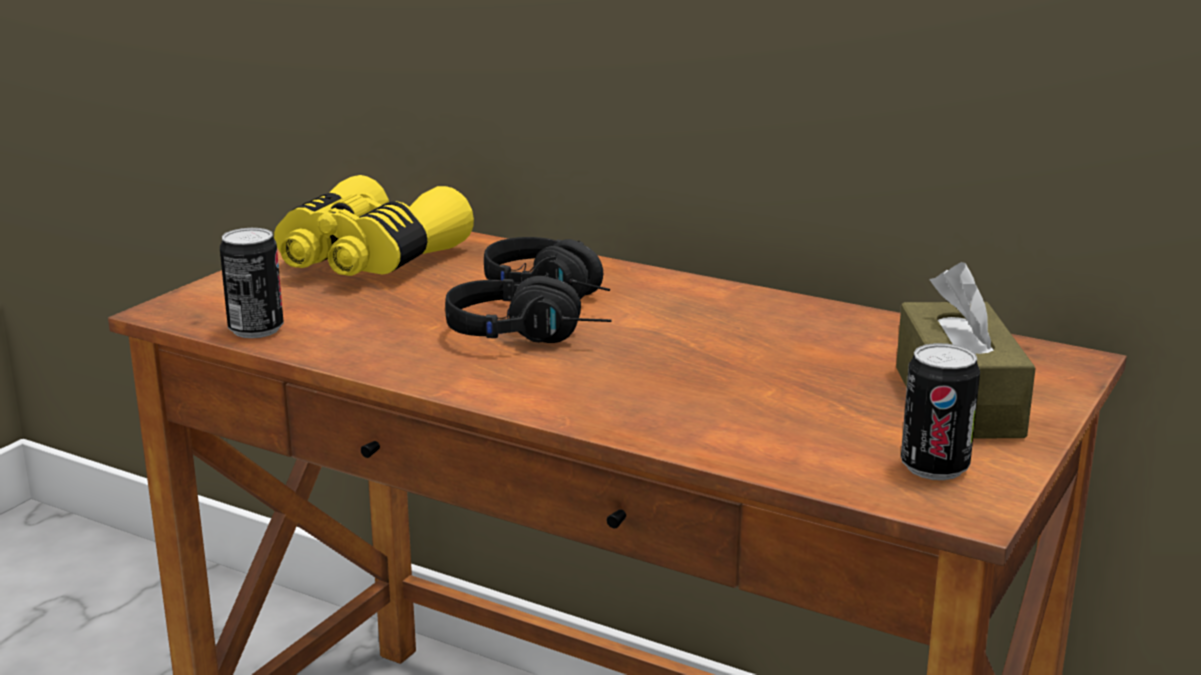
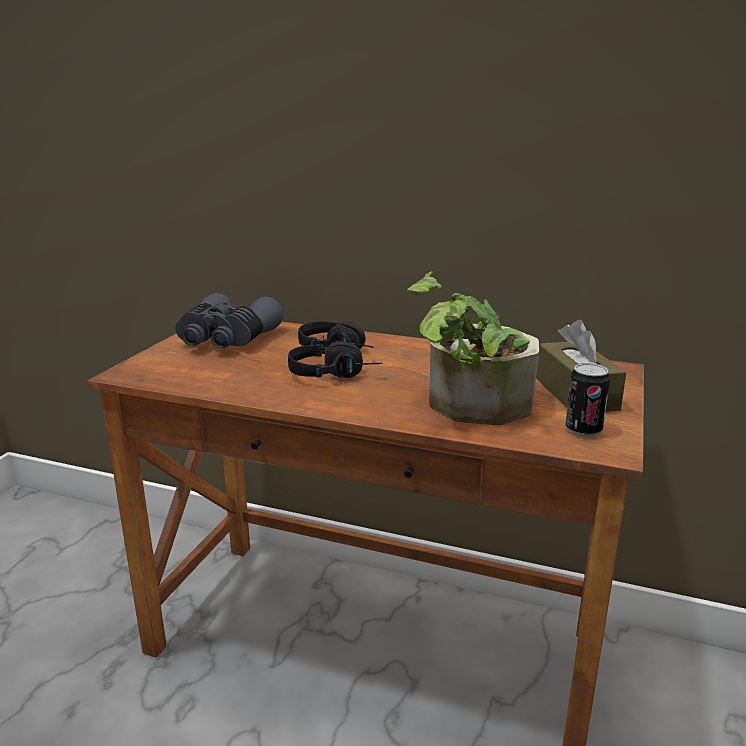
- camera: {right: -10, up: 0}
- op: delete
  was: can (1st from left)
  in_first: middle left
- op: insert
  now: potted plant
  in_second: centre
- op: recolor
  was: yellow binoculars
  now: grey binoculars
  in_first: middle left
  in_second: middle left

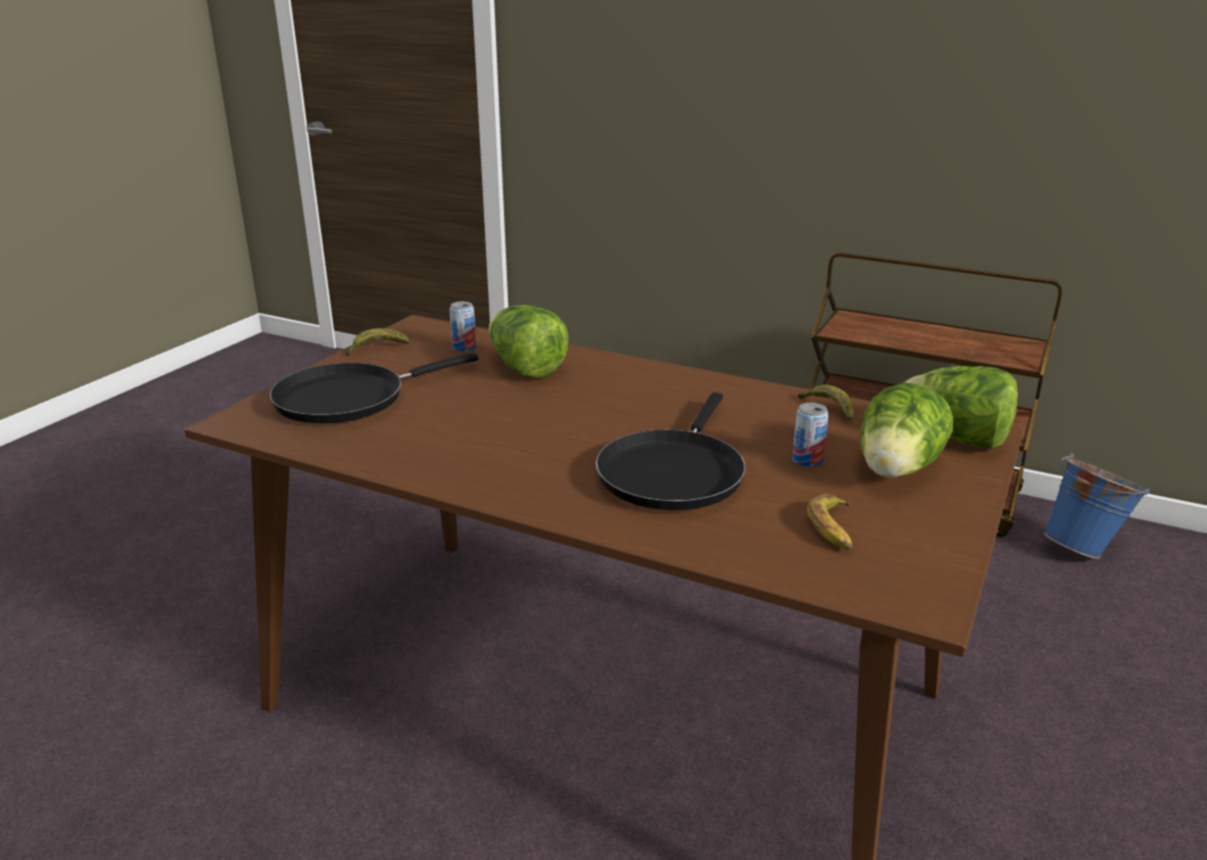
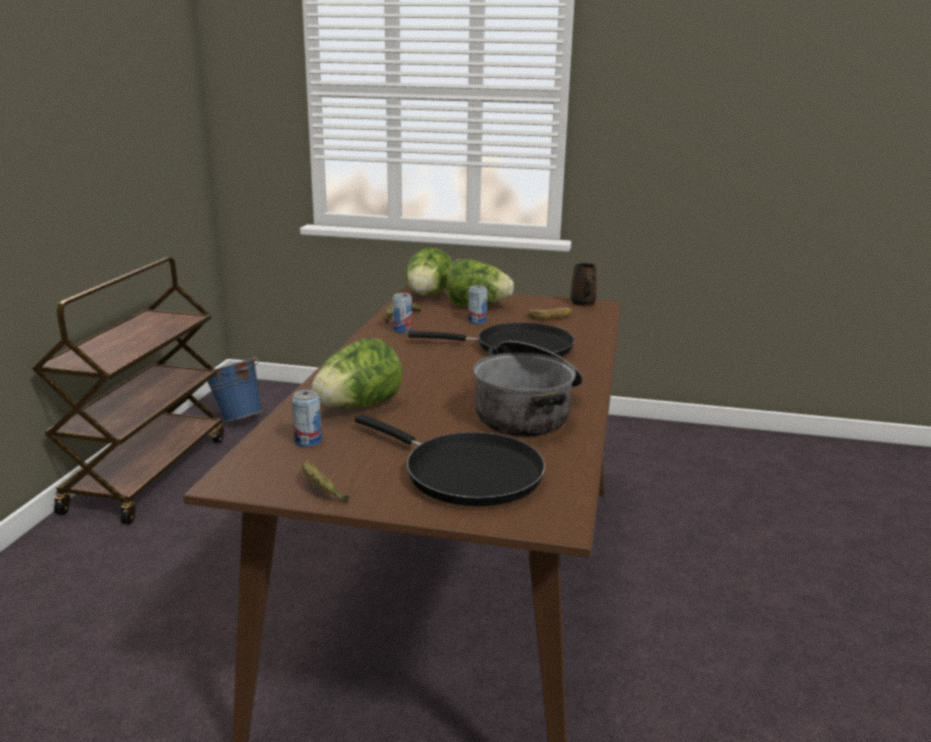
- camera: {right: -105, up: -5}
- op: insert
  now: can (2nd from left)
  in_second: centre
- op: insert
  now: cooking pot
  in_second: centre
- op: insert
  now: brown mug
  in_second: centre

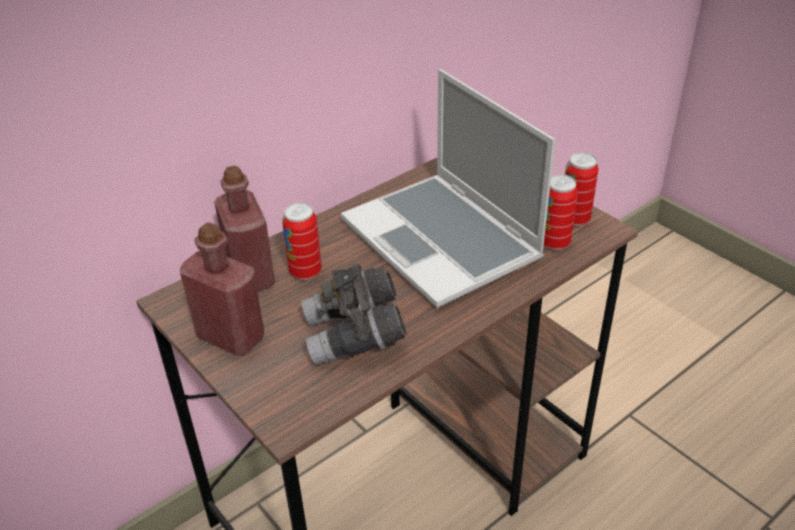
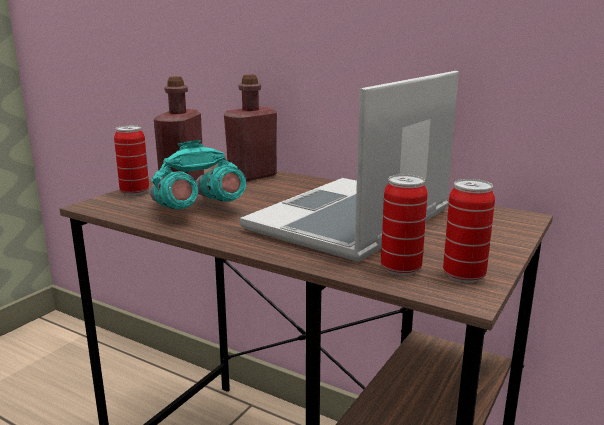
- camera: {right: 70, up: -20}
- op: move
  was: can (1st from left)
  in_first: centre
  in_second: middle left
- op: recolor
  was: grey binoculars
  now: turquoise binoculars
  in_first: centre
  in_second: middle left

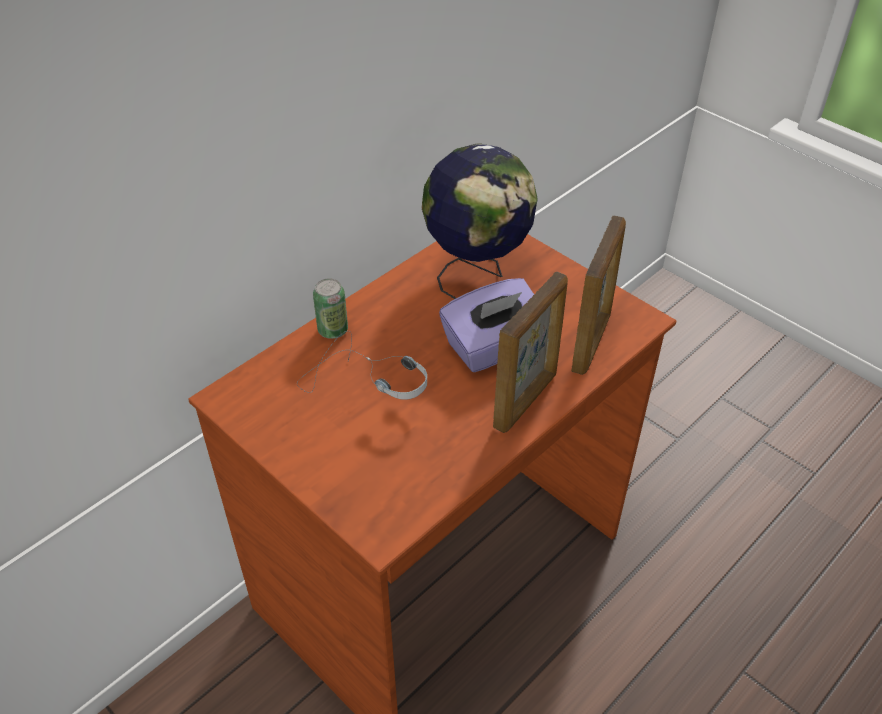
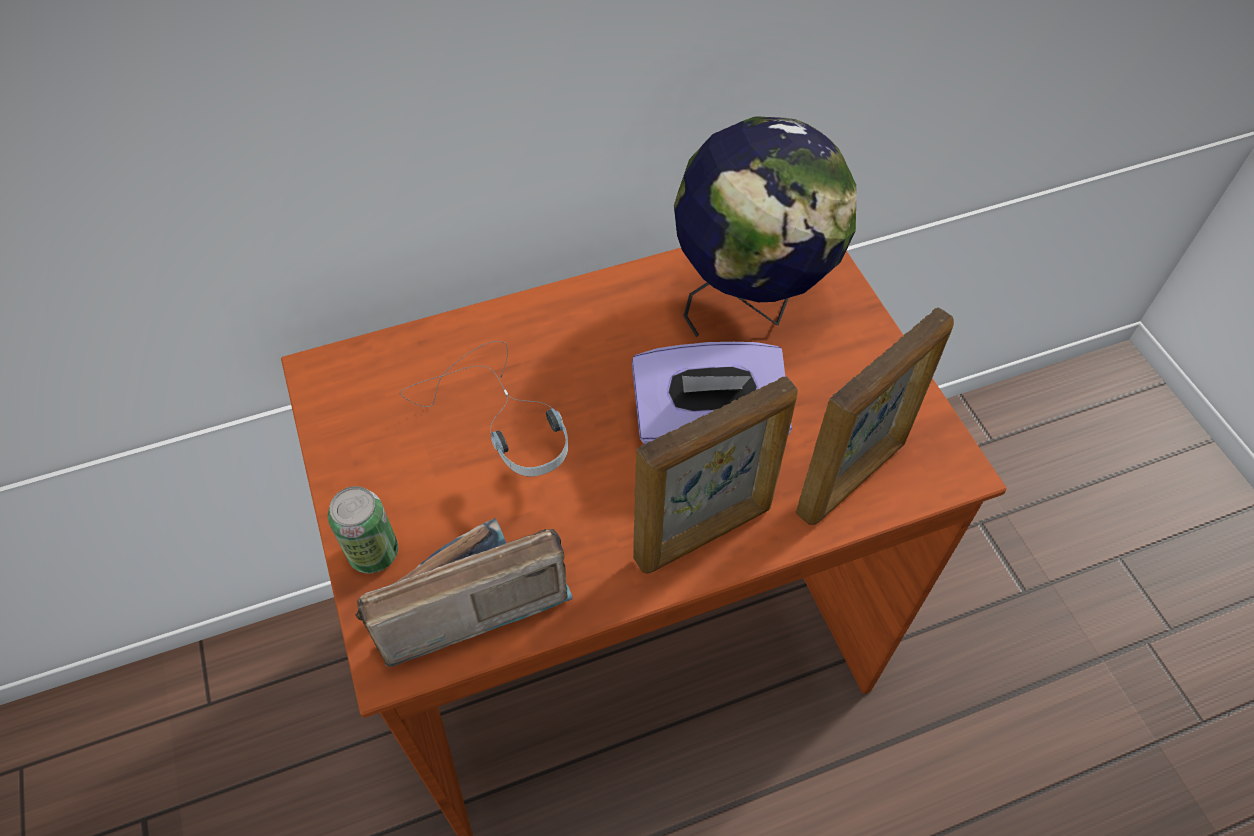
- camera: {right: 25, up: 10}
- op: insert
  now: radio
  in_second: bottom centre
- op: move
  was: can
  in_first: centre
  in_second: middle left

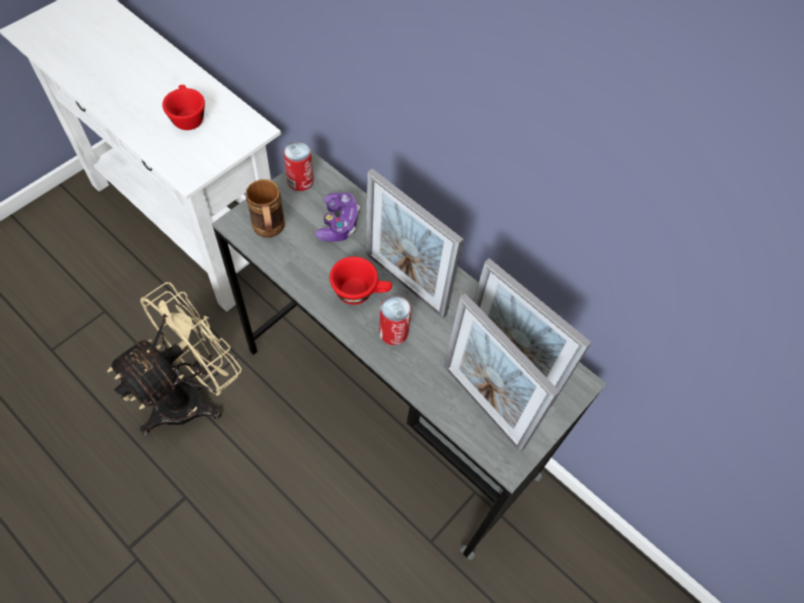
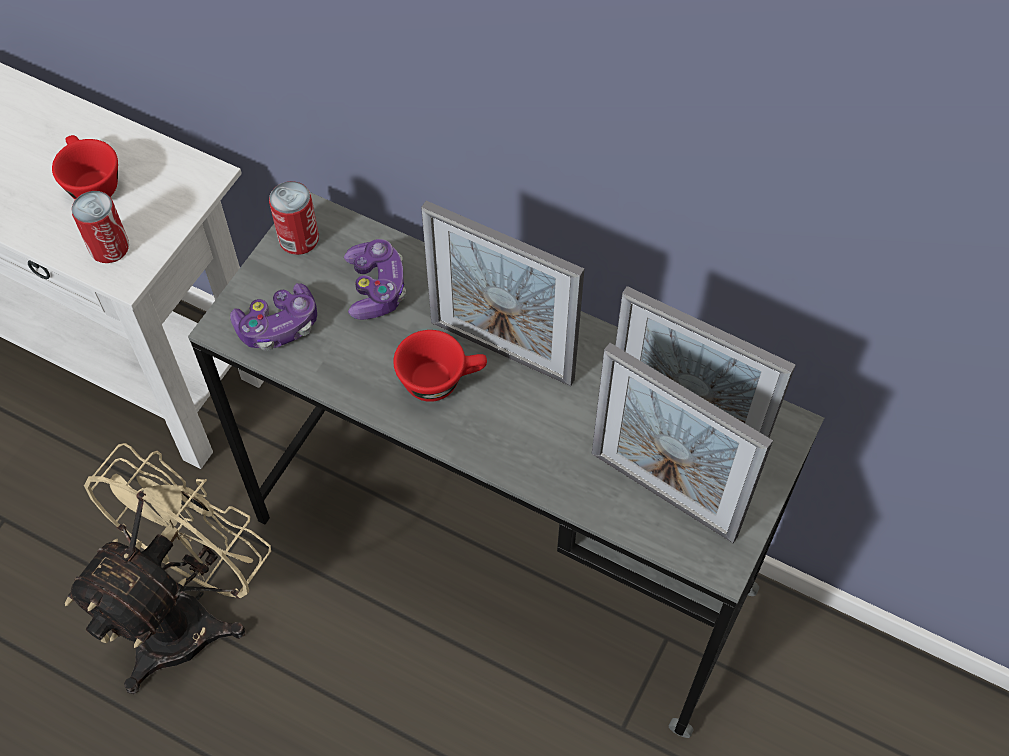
- camera: {right: -10, up: 0}
- op: move
  was: can (2nd from left in the first image)
  now: can (1st from left)
  in_first: centre
  in_second: top left
- op: replace
  was: brown mug
  now: game controller (1st from left)
  in_first: middle left
  in_second: middle left

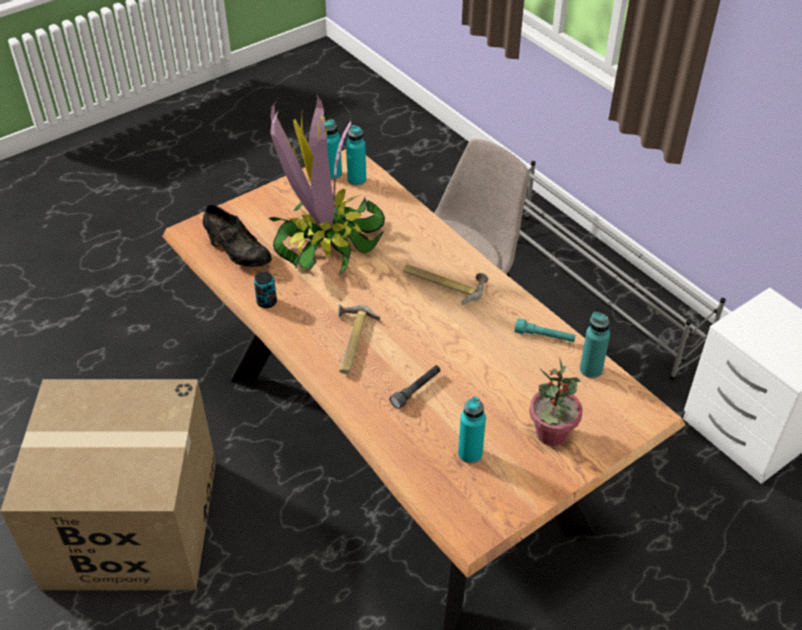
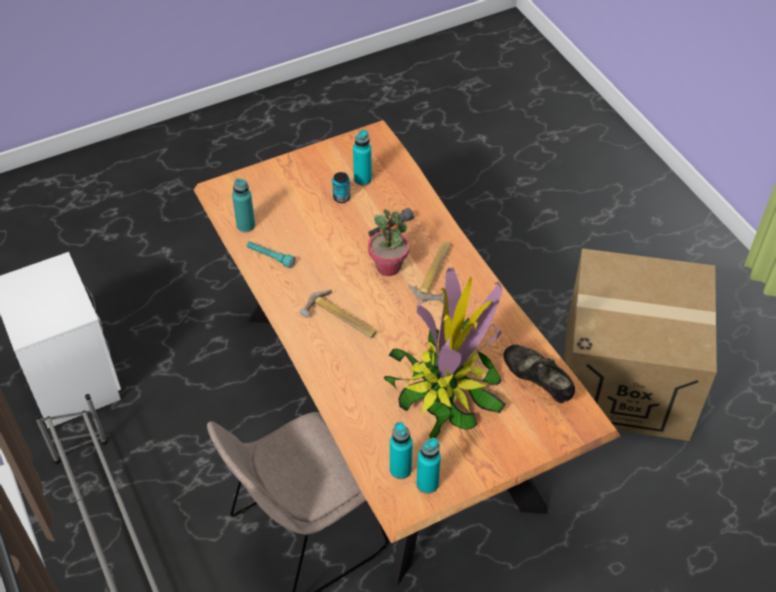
- camera: {right: -170, up: 5}
- op: move
  was: can
  in_first: middle left
  in_second: top centre
- op: move
  was: potted plant (2nd from left in the first image)
  now: potted plant (1st from left)
  in_first: middle right
  in_second: centre

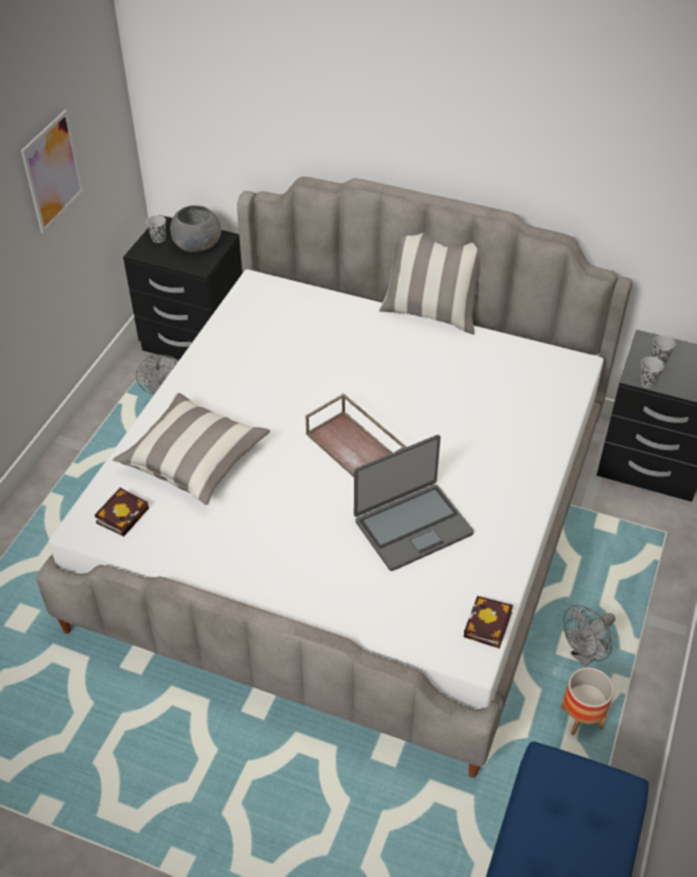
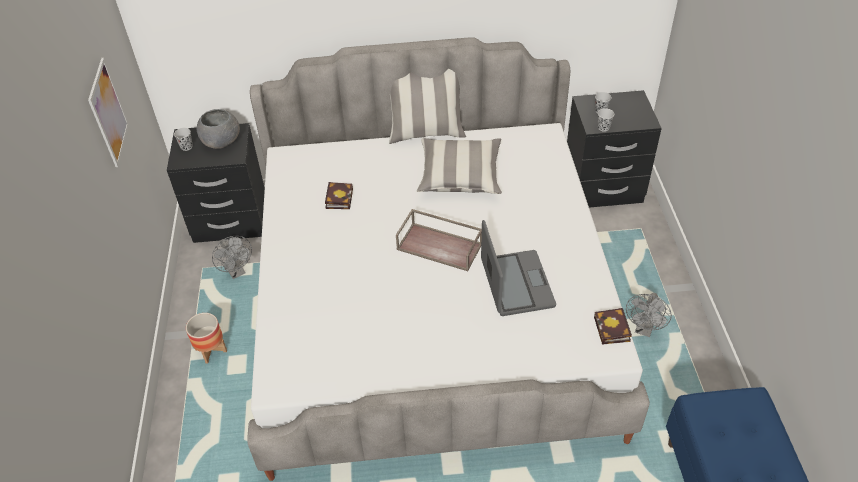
- camera: {right: -25, up: 0}
- op: move
  was: book (1st from left)
  in_first: middle left
  in_second: centre
- op: move
  was: pillow (1st from left in the first image)
  now: pillow (2nd from left)
  in_first: middle left
  in_second: centre
- op: move
  was: planter
  in_first: bottom right
  in_second: bottom left
- op: rotate
  was: laptop
  in_first: centre
  in_second: centre
  clockwise: -45

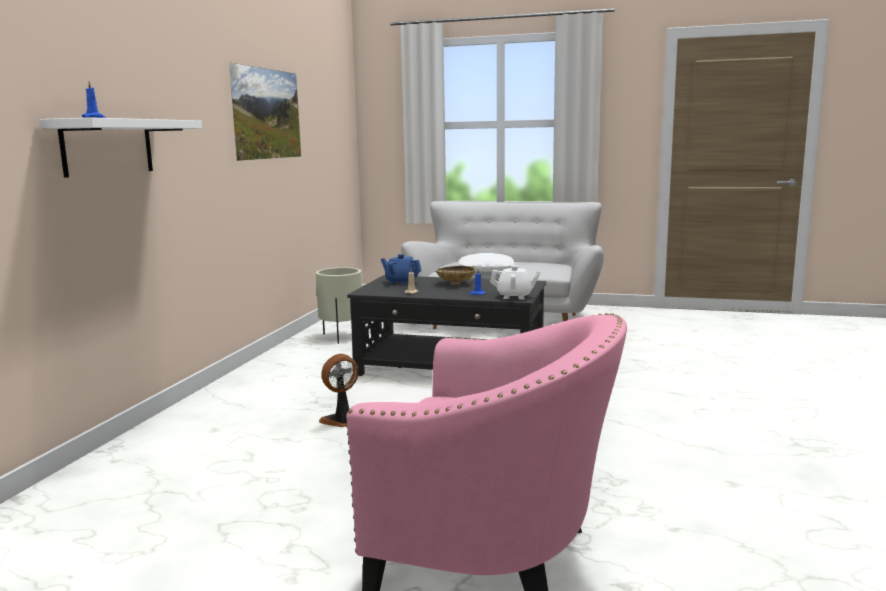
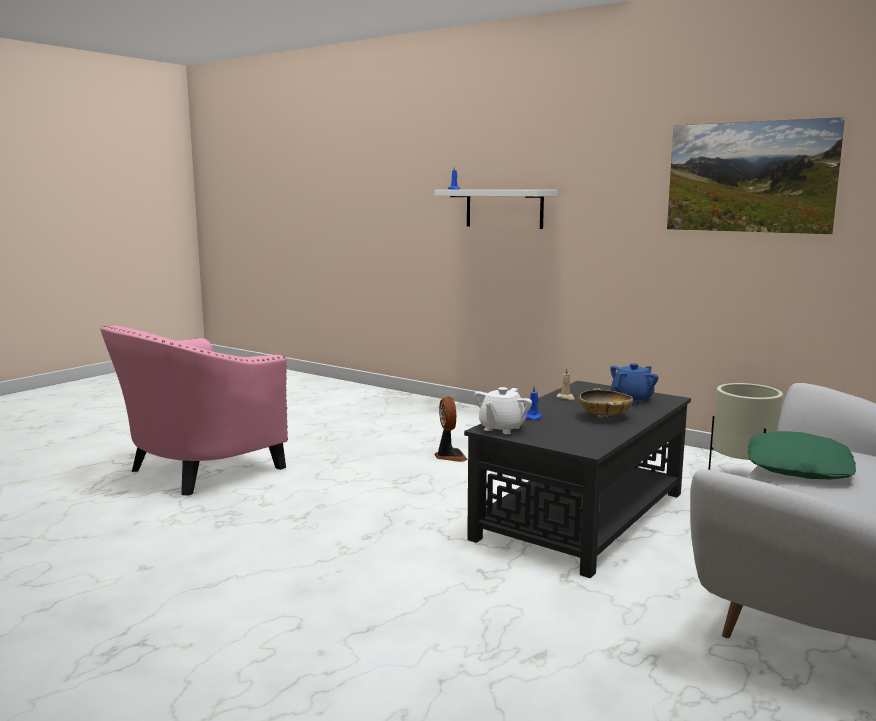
- camera: {right: 110, up: 0}
- op: recolor
  was: white pillow
  now: green pillow
  in_first: centre
  in_second: middle right

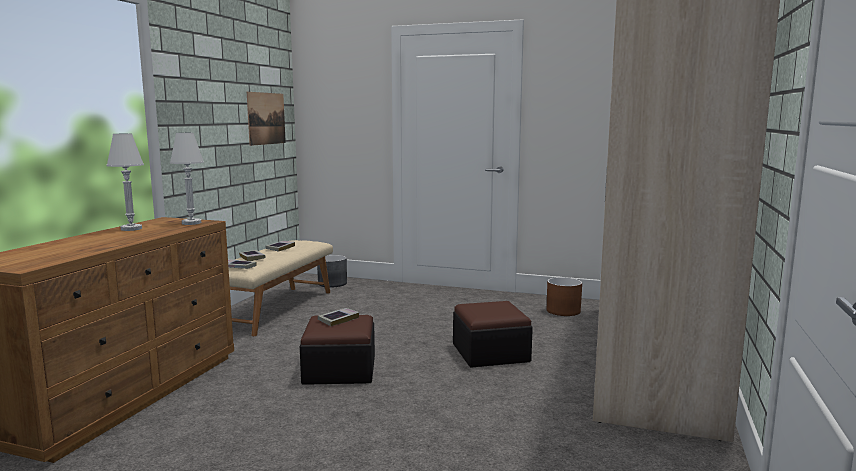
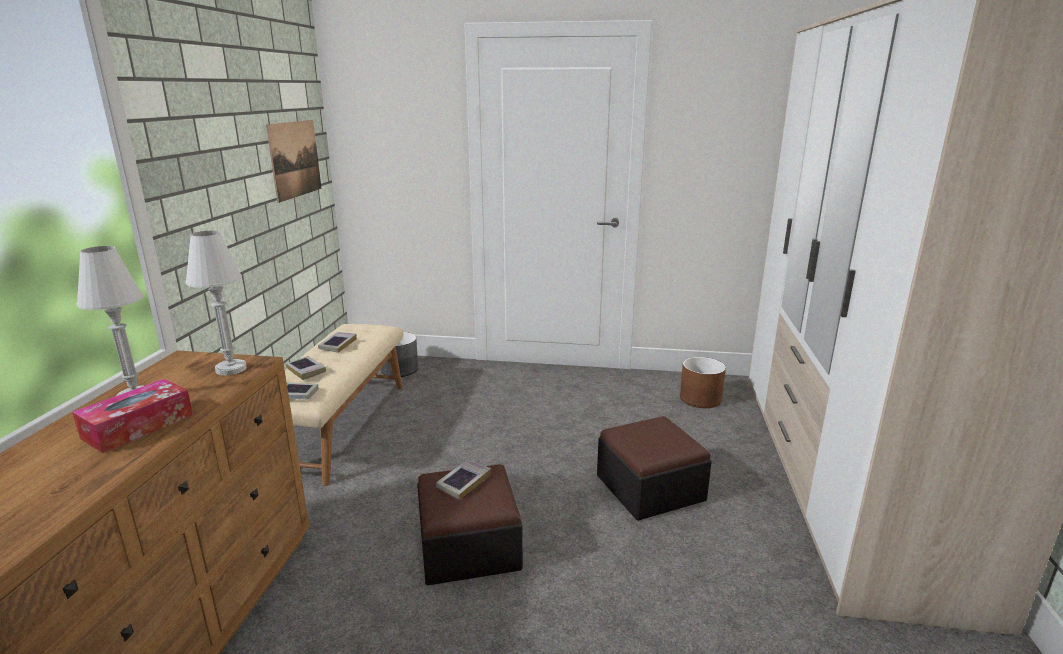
- camera: {right: -10, up: 10}
- op: insert
  now: tissue box
  in_second: middle left

